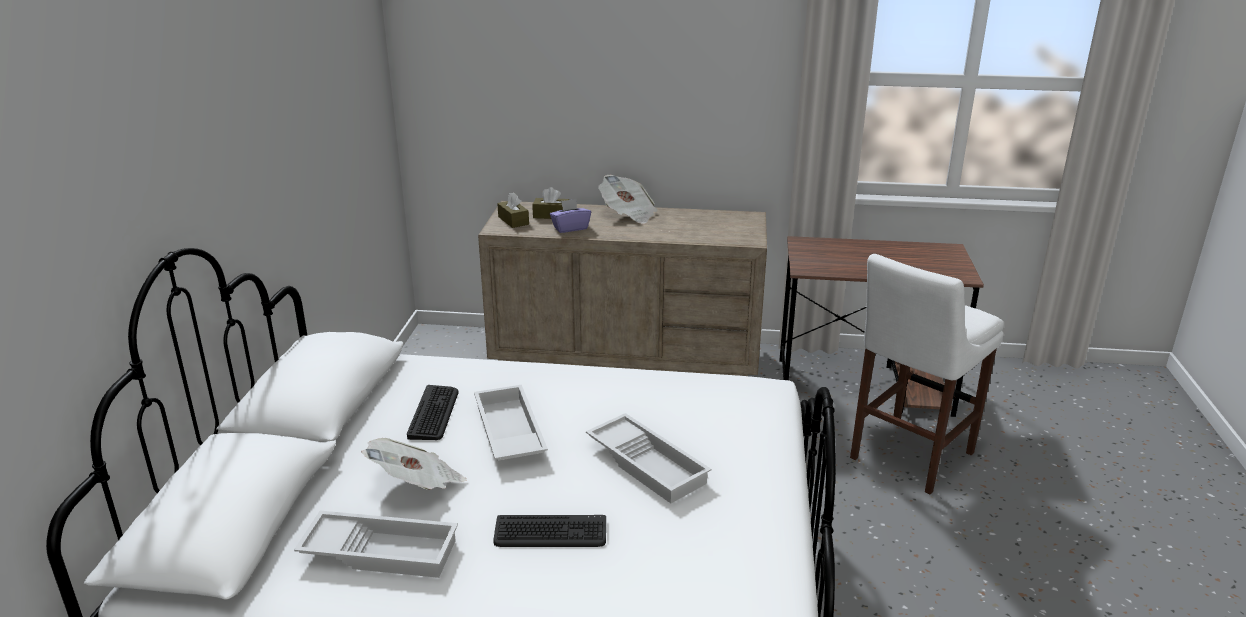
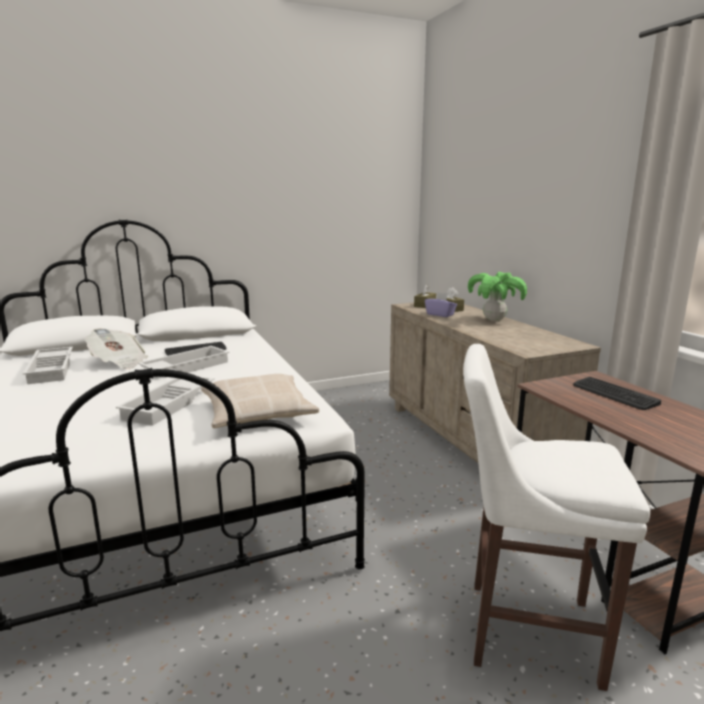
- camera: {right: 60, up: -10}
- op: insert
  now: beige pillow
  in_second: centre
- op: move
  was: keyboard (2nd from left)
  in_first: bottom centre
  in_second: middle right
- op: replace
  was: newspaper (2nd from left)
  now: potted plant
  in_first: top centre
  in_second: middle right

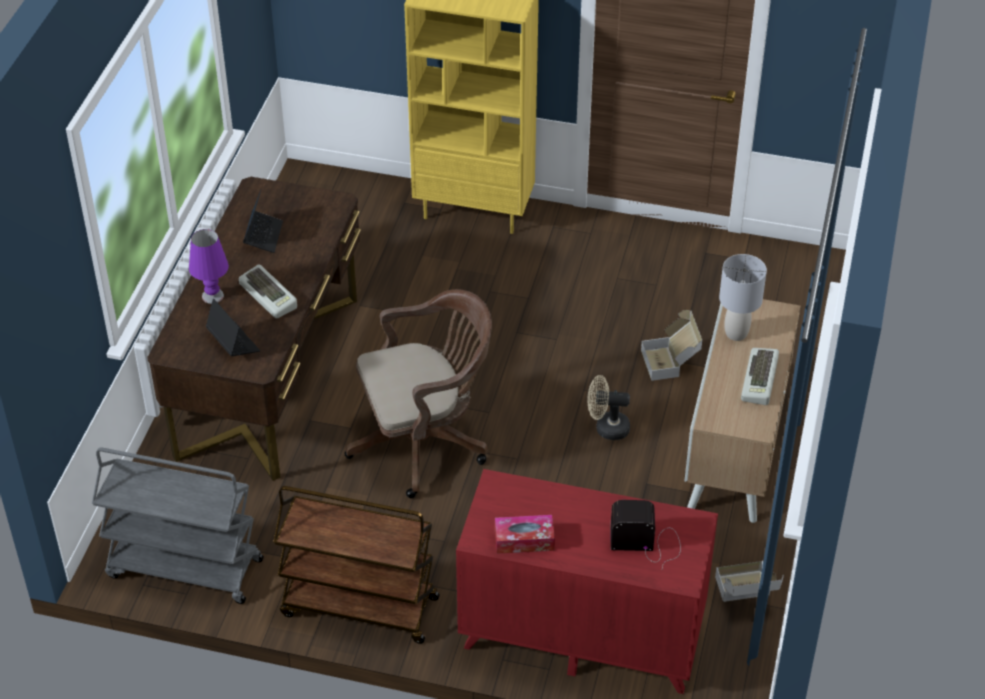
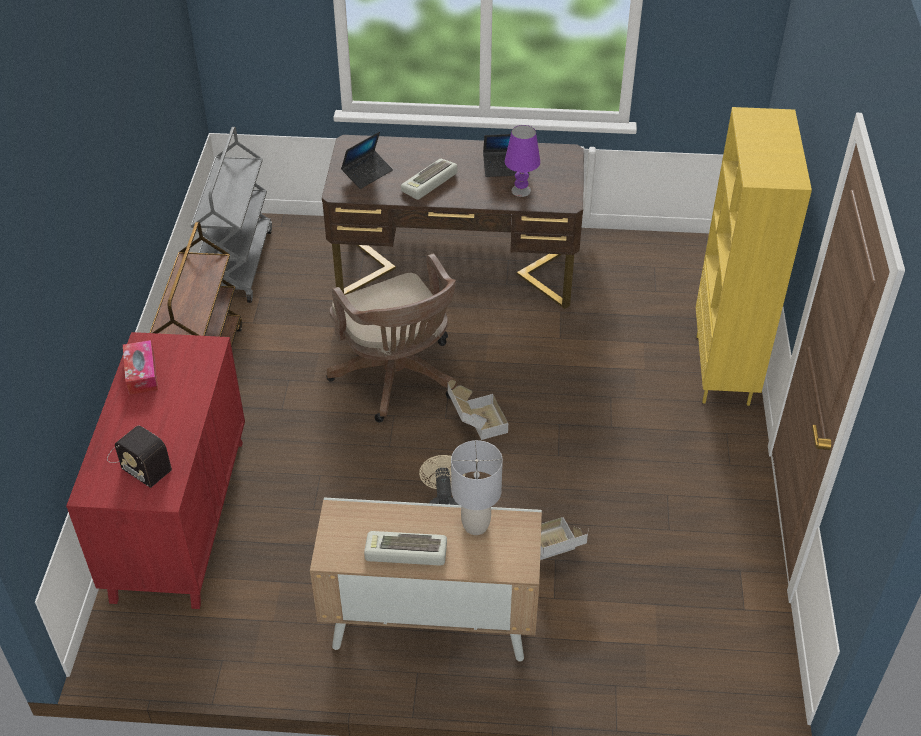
- camera: {right: 80, up: 0}
- op: move
  was: purple table lamp
  in_first: middle left
  in_second: top centre
- op: move
  was: cardboard box (2nd from left in the first image)
  now: cardboard box (1st from left)
  in_first: bottom right
  in_second: centre
- op: rotate
  was: radio
  in_first: bottom centre
  in_second: middle left
  clockwise: 135

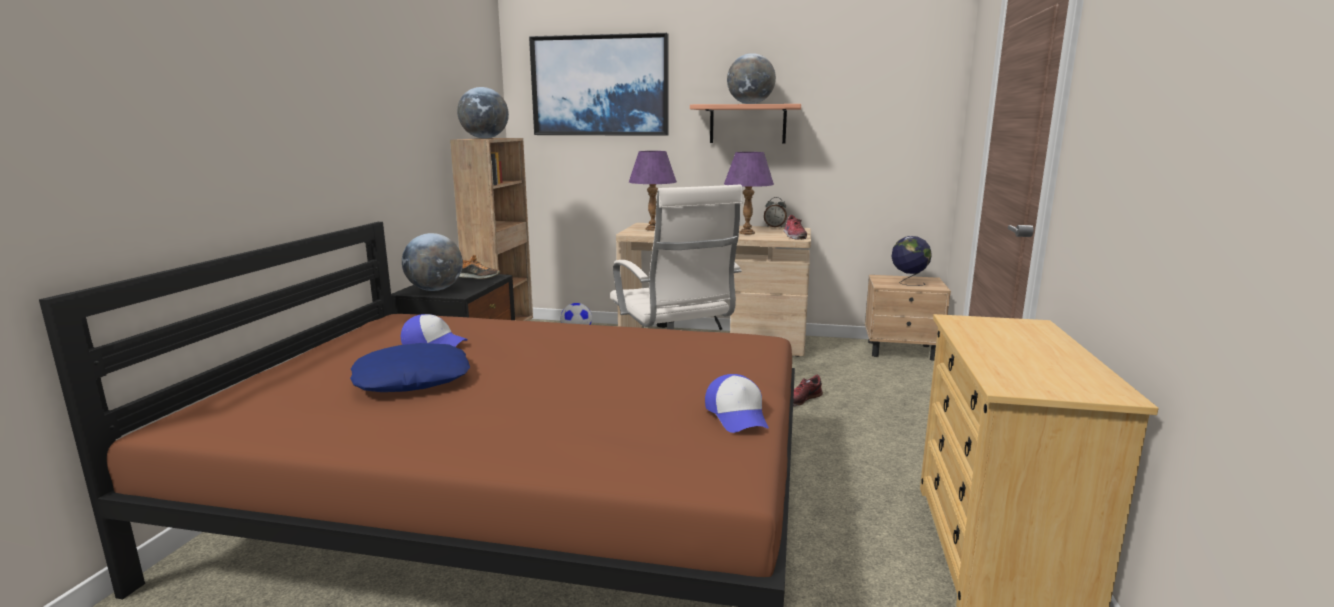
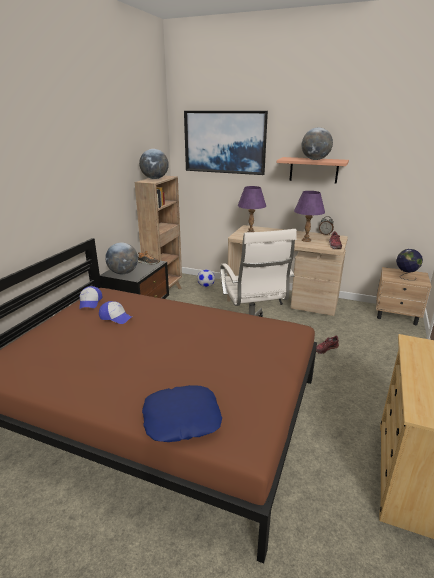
- camera: {right: 10, up: 10}
- op: move
  was: blue pillow
  in_first: middle left
  in_second: bottom centre
- op: move
  was: cap (2nd from left in the first image)
  now: cap (1st from left)
  in_first: centre
  in_second: middle left

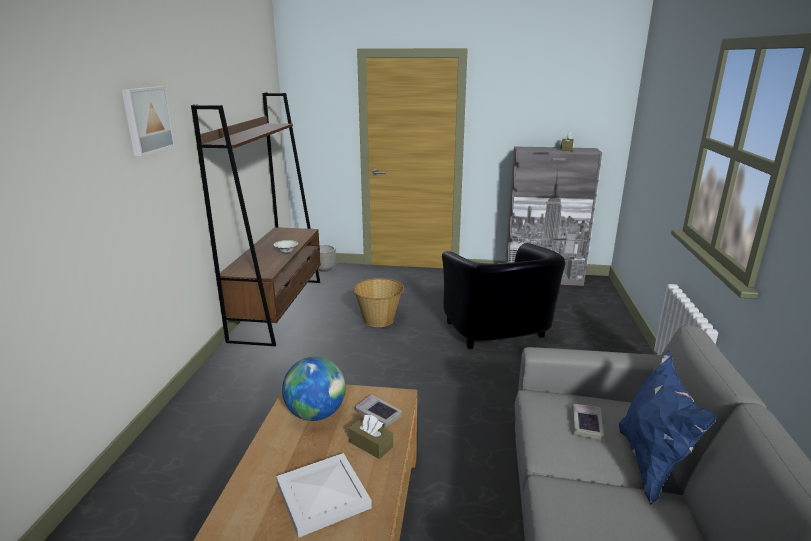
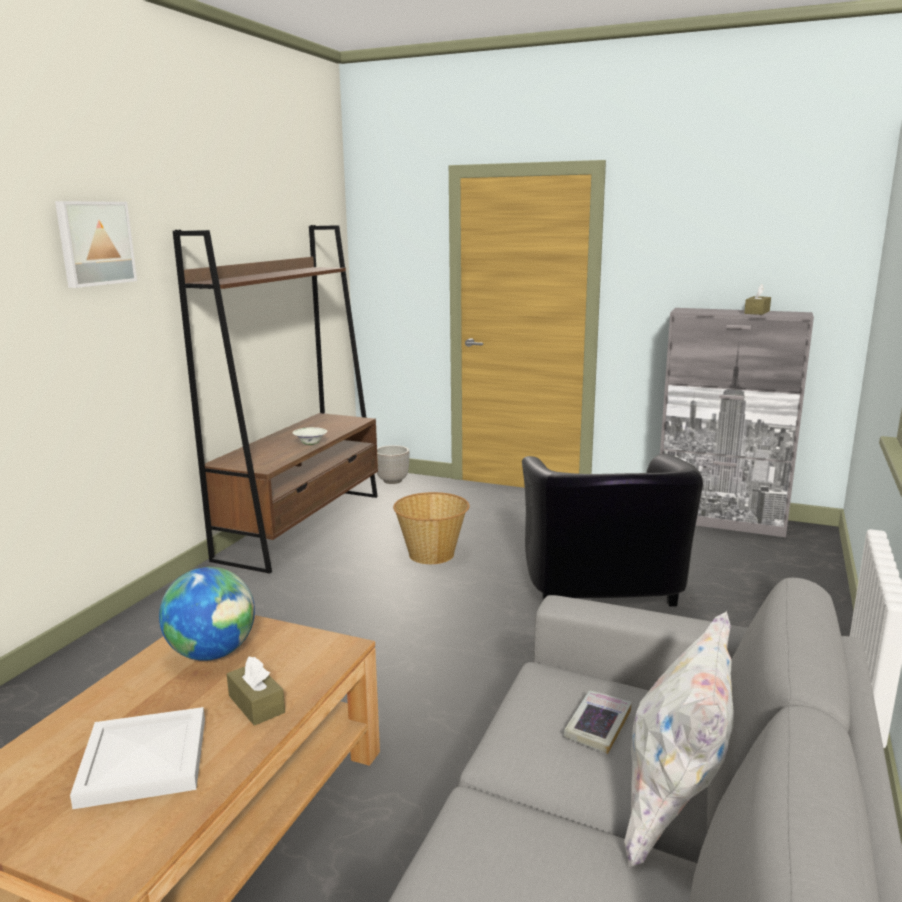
- camera: {right: 15, up: -5}
- op: delete
  was: book (1st from left)
  in_first: bottom centre
- op: recolor
  was: blue pillow
  now: white pillow
  in_first: bottom right
  in_second: bottom right

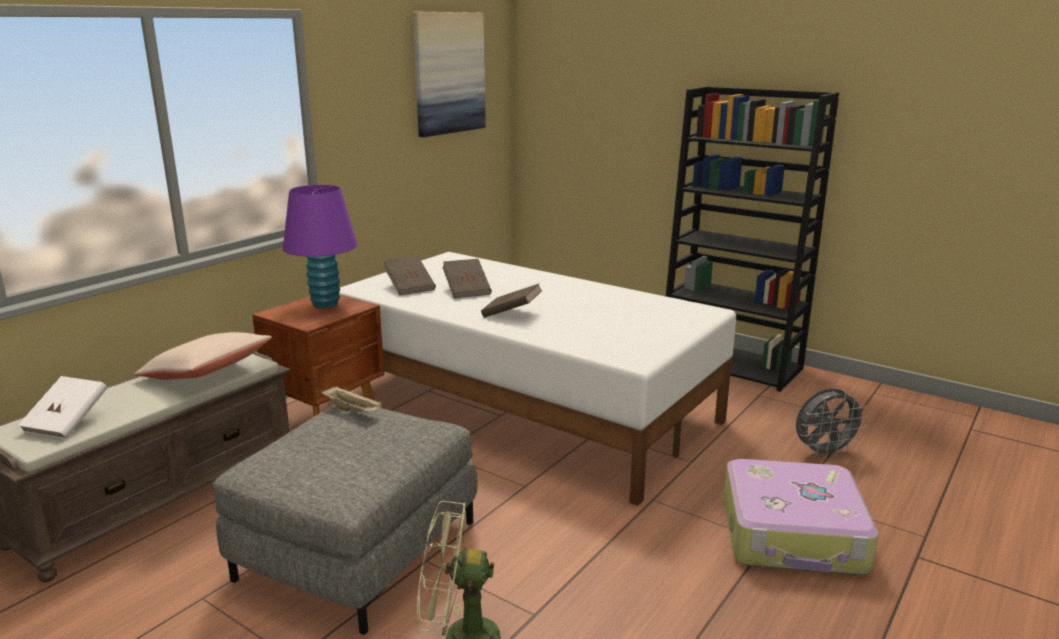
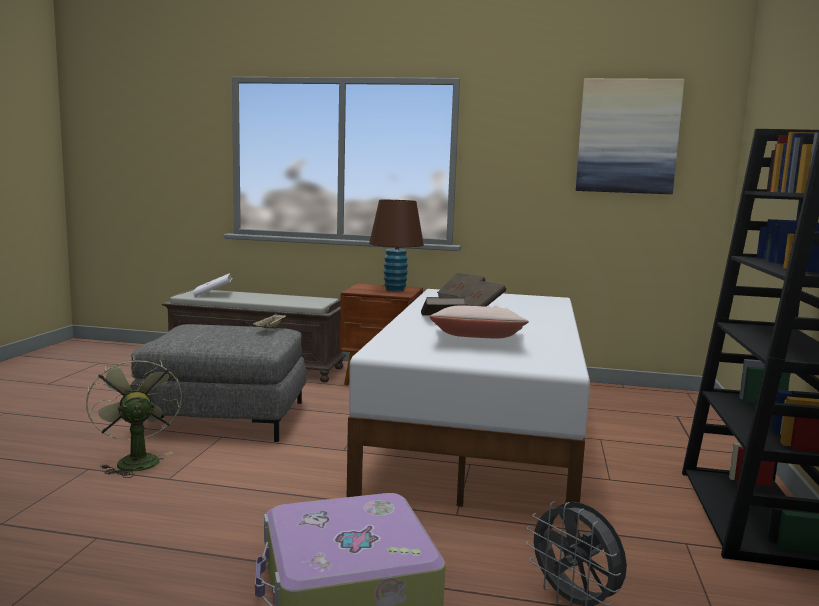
- camera: {right: 65, up: -10}
- op: move
  was: beige pillow
  in_first: middle left
  in_second: centre
- op: recolor
  was: purple table lamp
  now: brown table lamp
  in_first: middle left
  in_second: centre

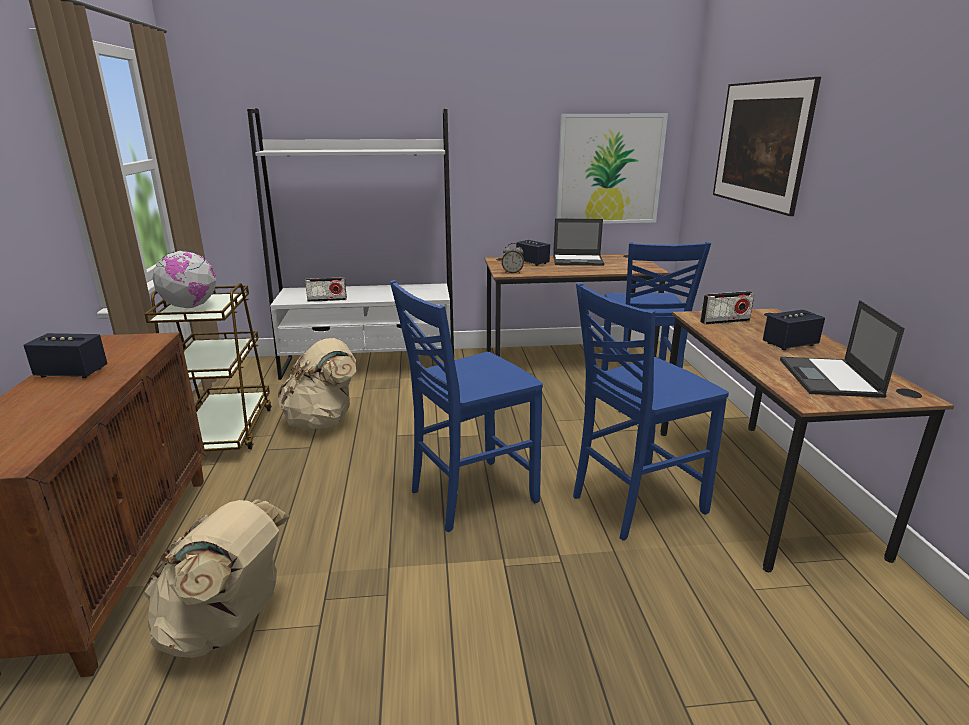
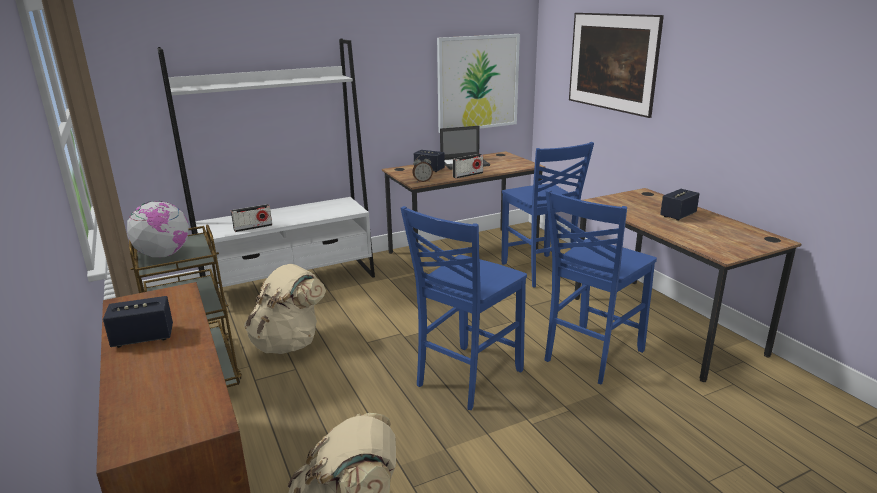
- camera: {right: -20, up: 0}
- op: delete
  was: laptop (2nd from left)
  in_first: middle right
- op: move
  was: radio (2nd from left)
  in_first: middle right
  in_second: centre

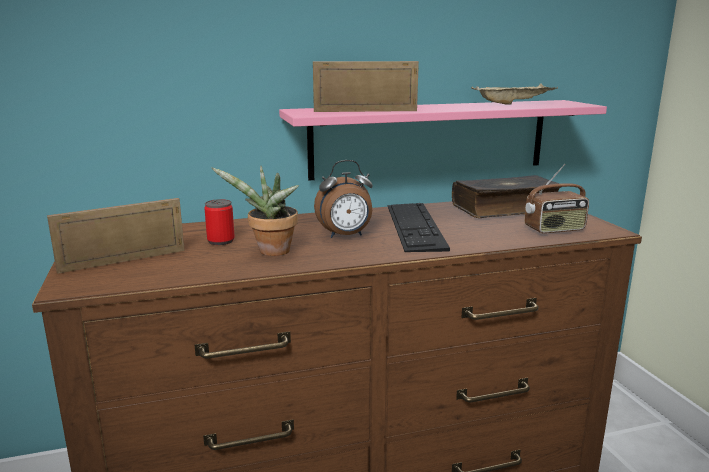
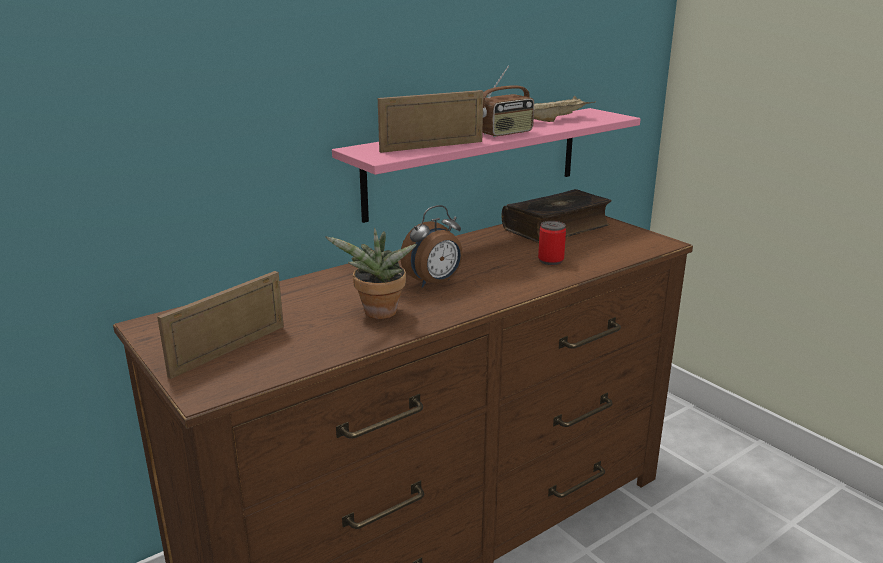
- camera: {right: -20, up: 5}
- op: delete
  was: keyboard
  in_first: centre
- op: move
  was: can
  in_first: middle left
  in_second: centre
- op: move
  was: radio
  in_first: middle right
  in_second: top centre

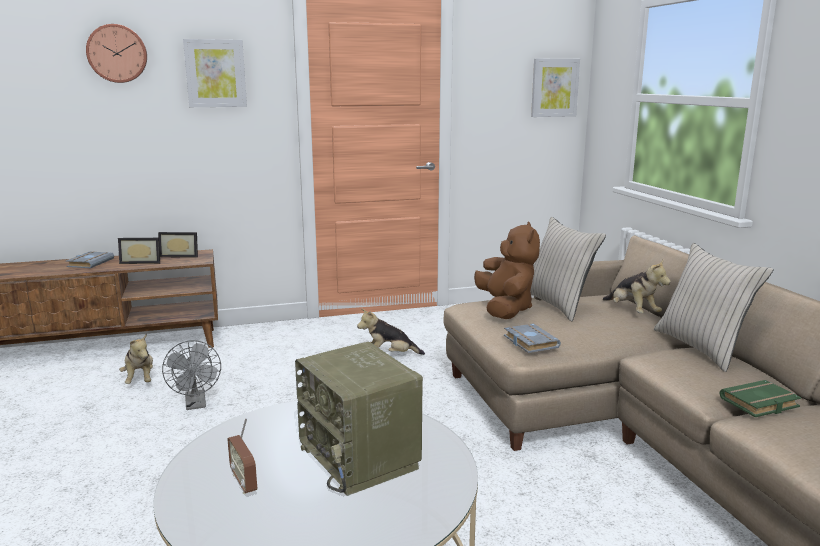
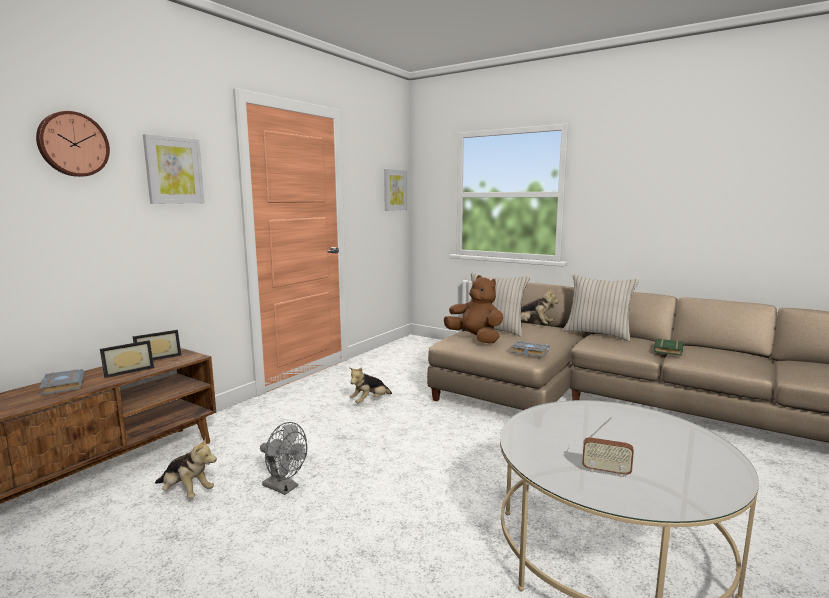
- camera: {right: -40, up: -5}
- op: delete
  was: radio (2nd from left)
  in_first: bottom centre

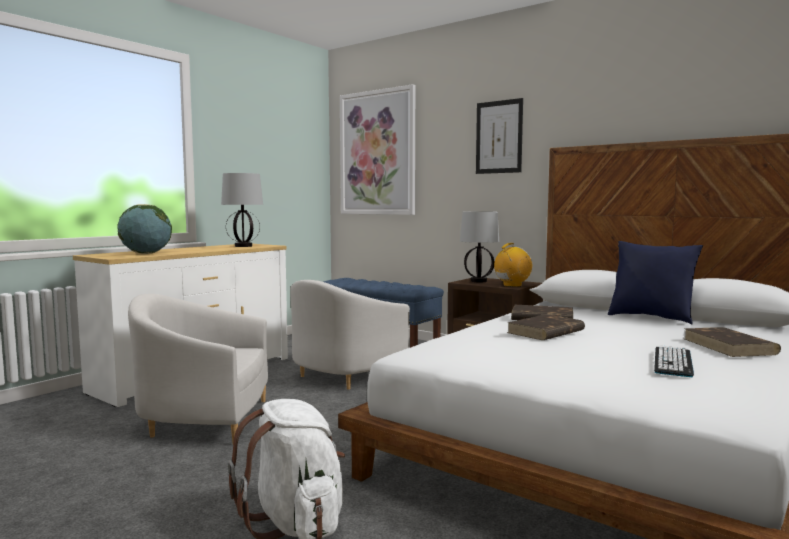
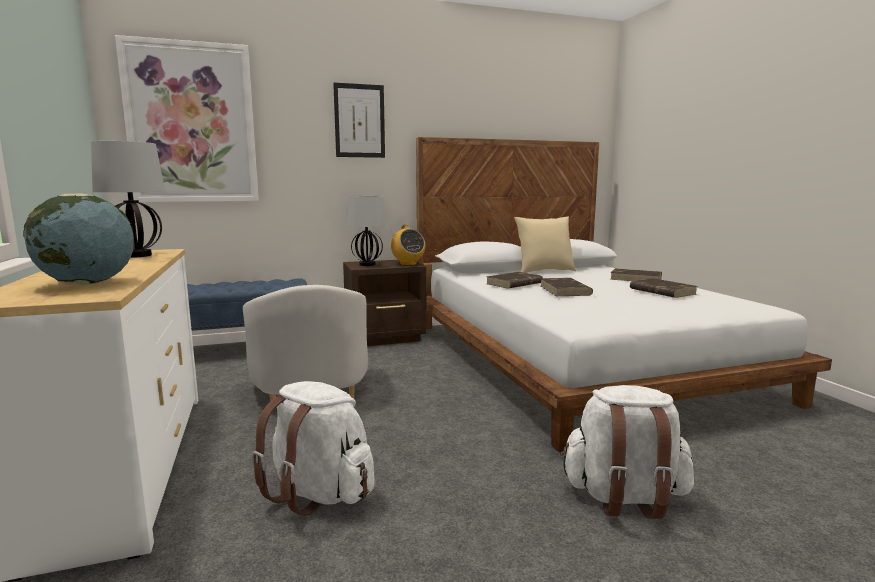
- camera: {right: -55, up: 5}
- op: replace
  was: white armchair (1st from left)
  now: white backpack (1st from left)
  in_first: bottom left
  in_second: bottom centre
- op: replace
  was: keyboard
  now: brown book (4th from left)
  in_first: bottom right
  in_second: middle right
- op: recolor
  was: blue pillow
  now: beige pillow
  in_first: middle right
  in_second: centre
- op: rotate
  was: radio
  in_first: centre
  in_second: centre
  clockwise: 150

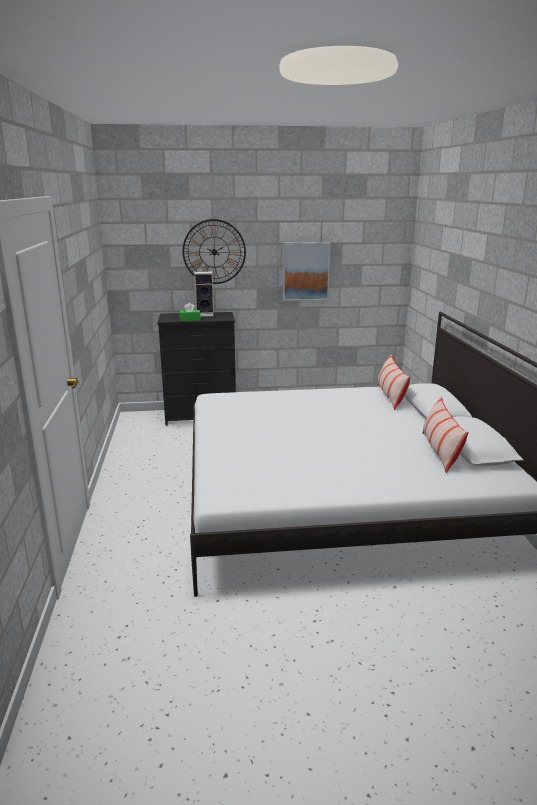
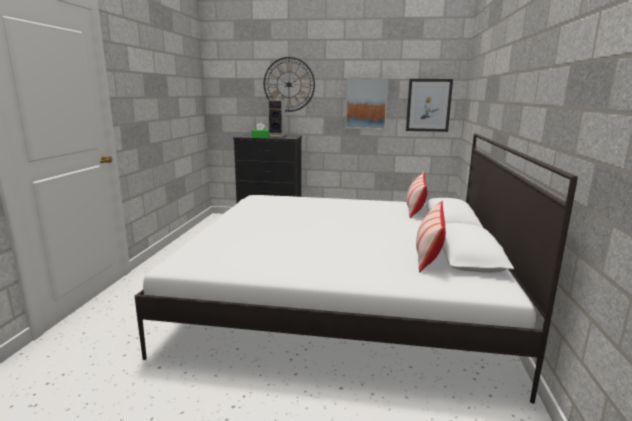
- camera: {right: 15, up: -5}
- op: insert
  now: picture (2nd from left)
  in_second: top right

